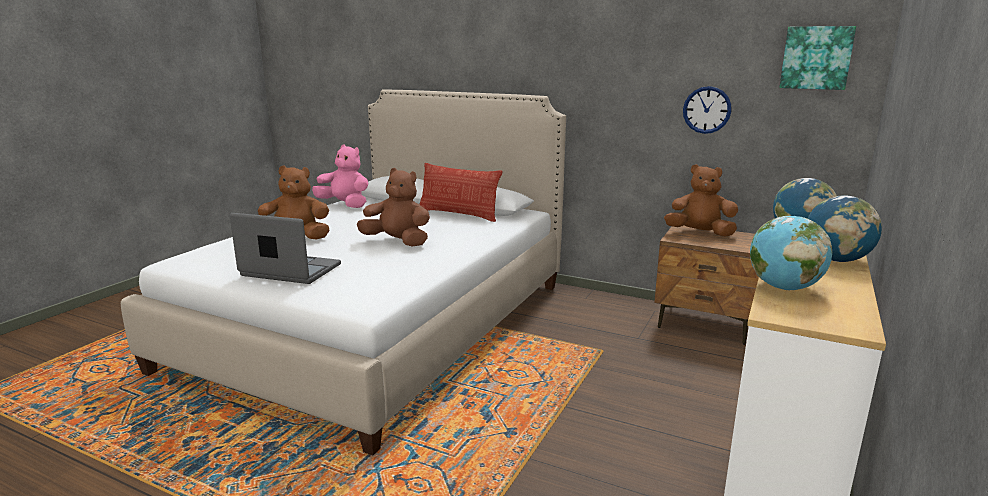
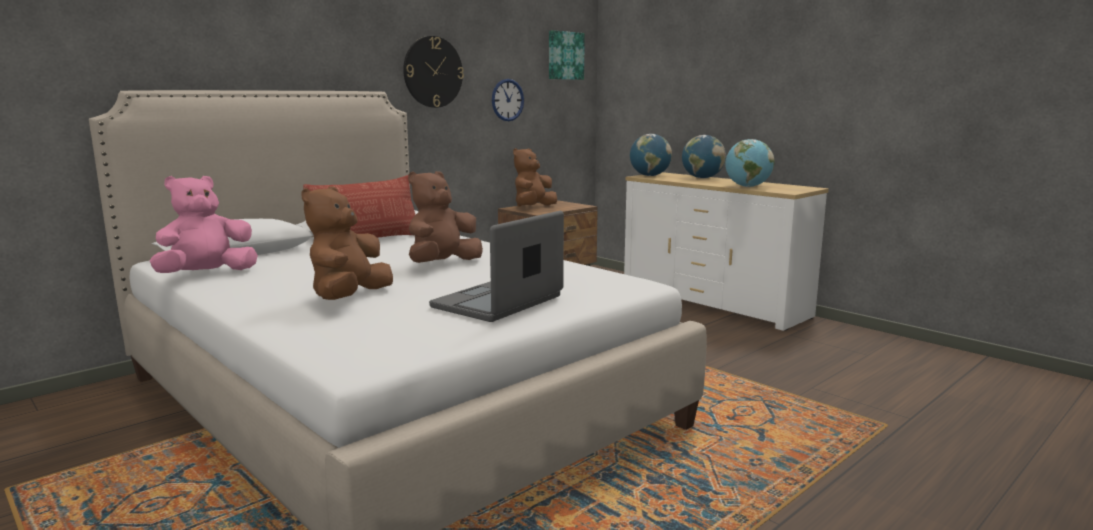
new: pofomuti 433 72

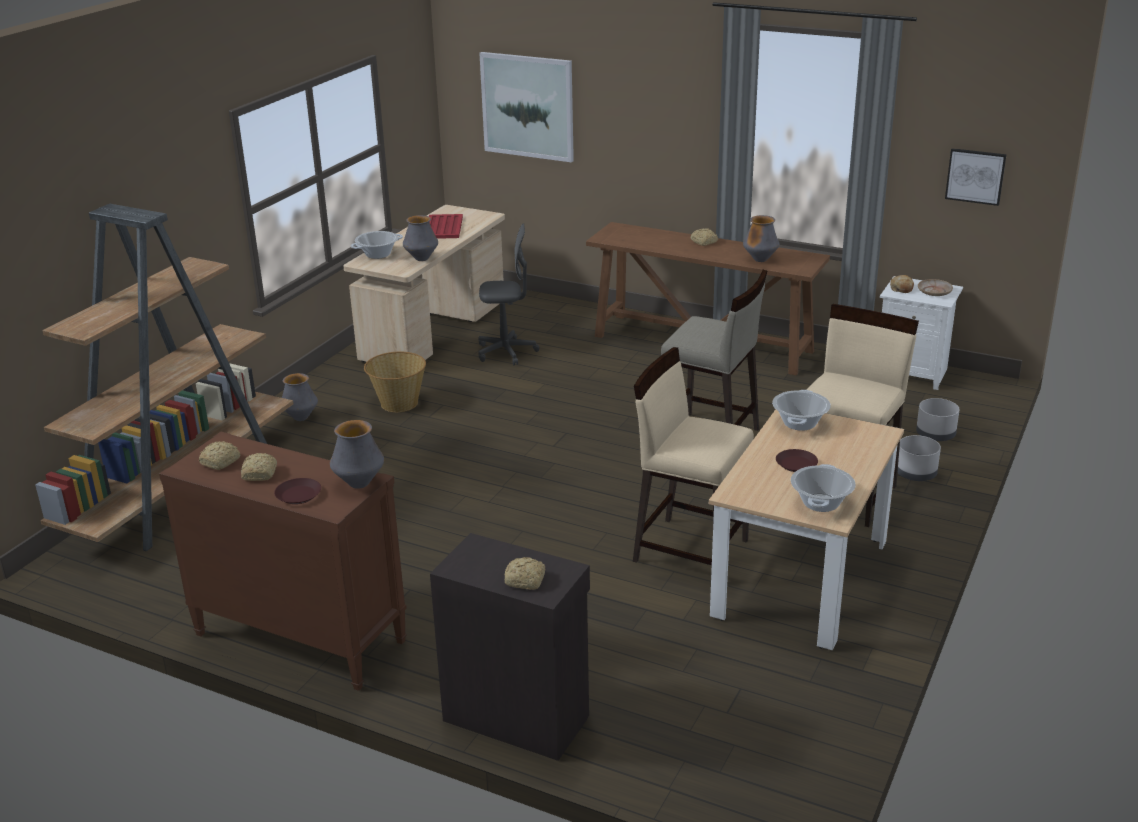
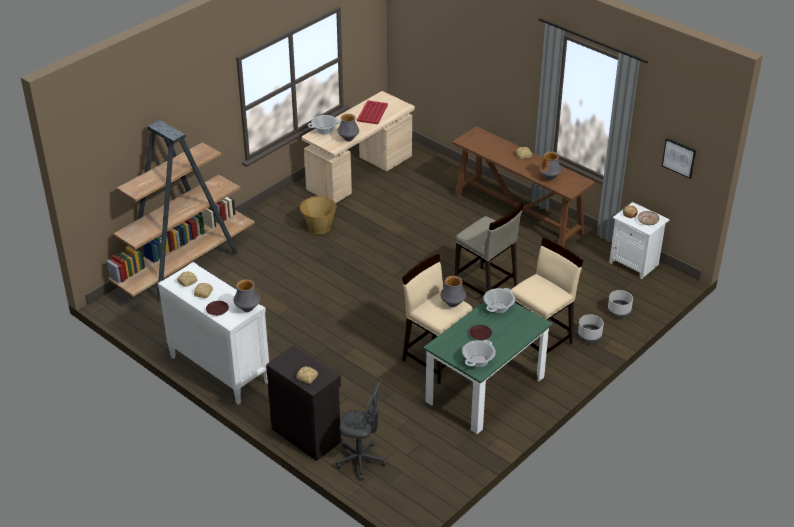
gone: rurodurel 526 107
shifted: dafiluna 300 397 to 453 291; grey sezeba 508 294 to 361 431
repainted: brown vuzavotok 283 561 to white vuzavotok 213 333; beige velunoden 806 530 to green velunoden 488 368

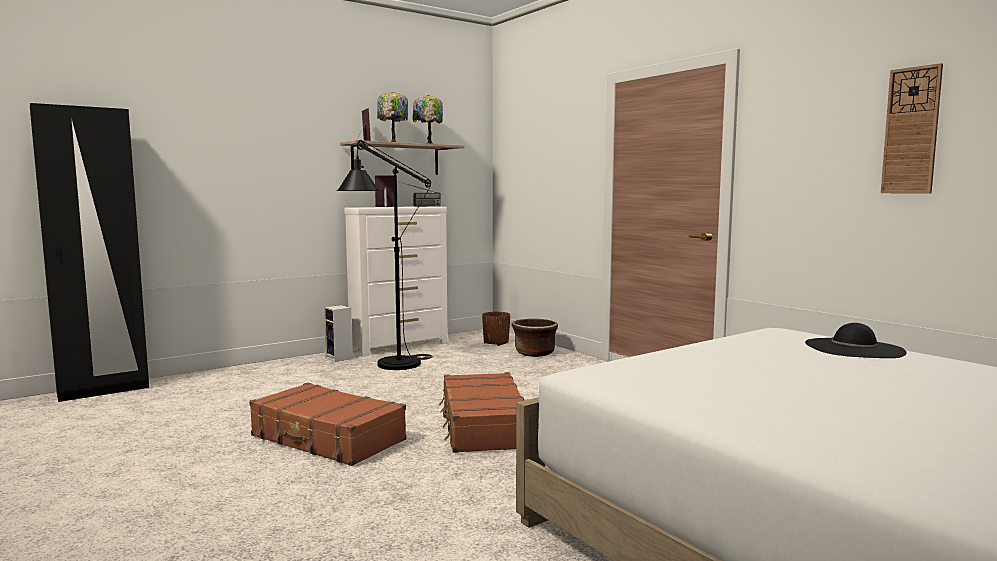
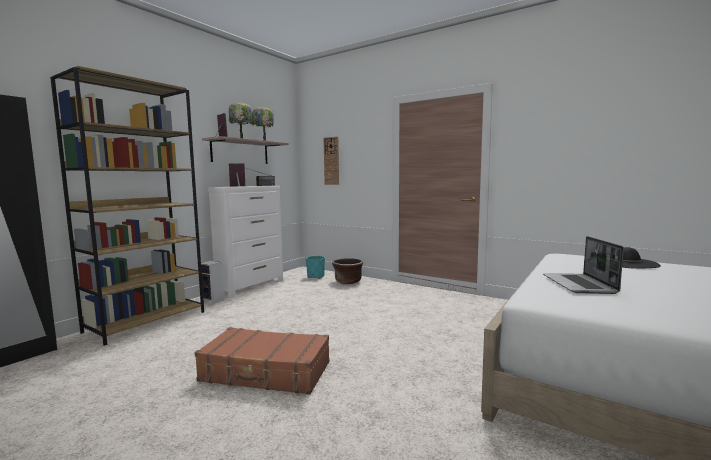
gone: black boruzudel 384 255; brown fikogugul 481 412
new: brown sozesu 127 206; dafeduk 583 265
shifted: pofomuti 912 128 to 331 161
repainted: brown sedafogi 496 329 to turquoise sedafogi 315 267

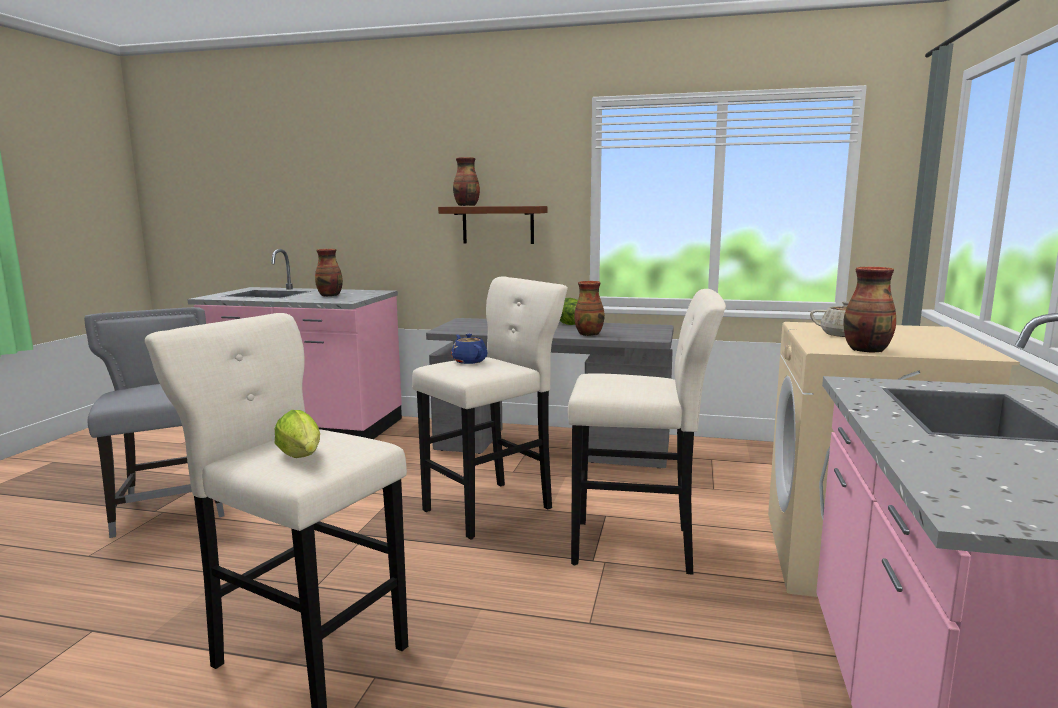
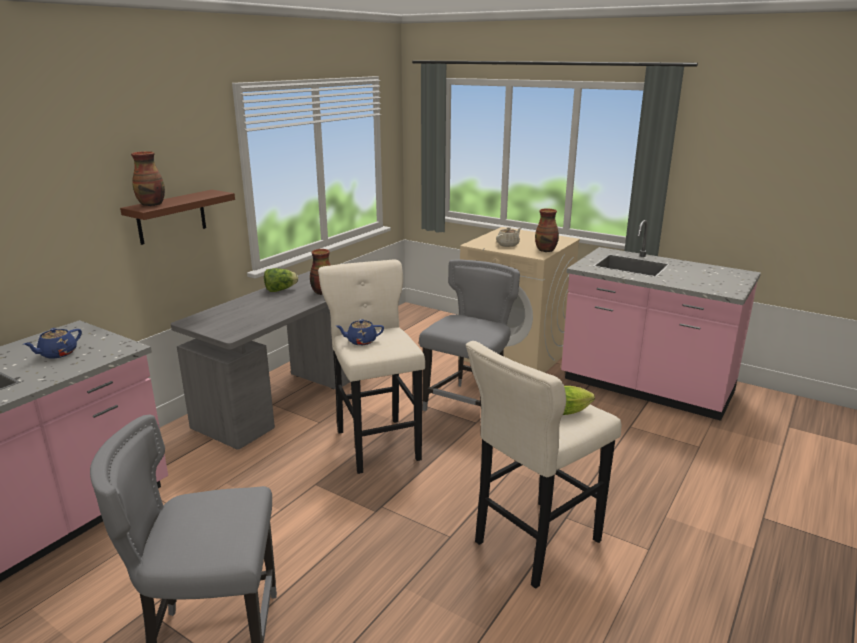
swapped: dafiluna 329 272 to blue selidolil 53 343; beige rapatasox 647 432 to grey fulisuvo 469 335

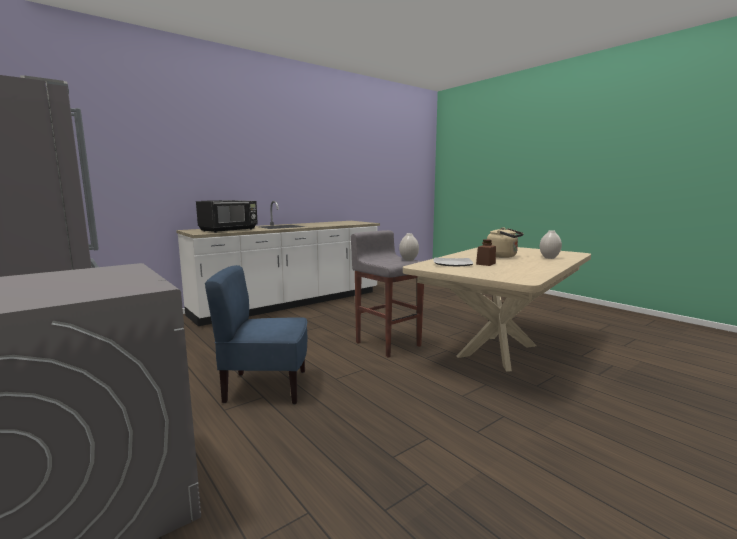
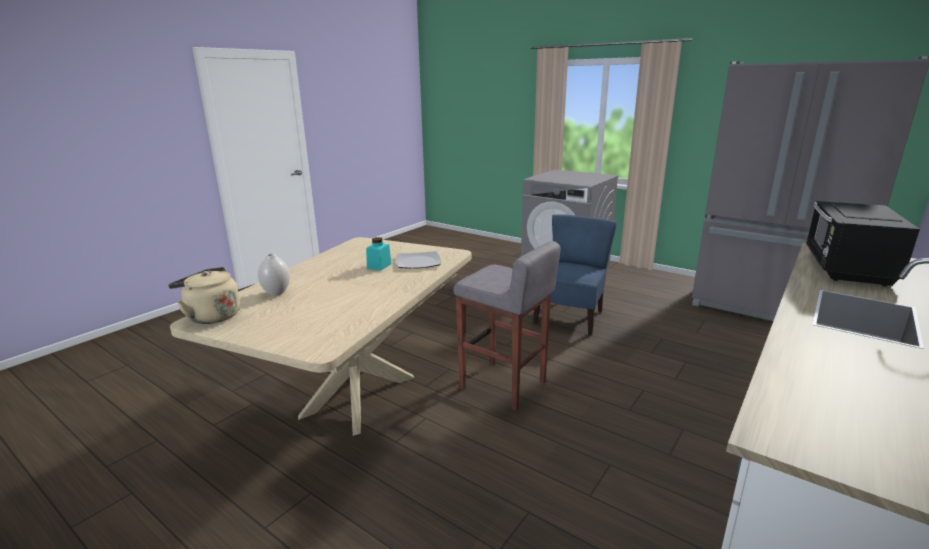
gone: white dafiluna 409 247
shifted: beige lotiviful 505 242 to 204 295
repainted: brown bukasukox 486 252 to turquoise bukasukox 378 254
rotated: blue fulisuvo 256 334 = 575 275 45 degrees counterclockwise

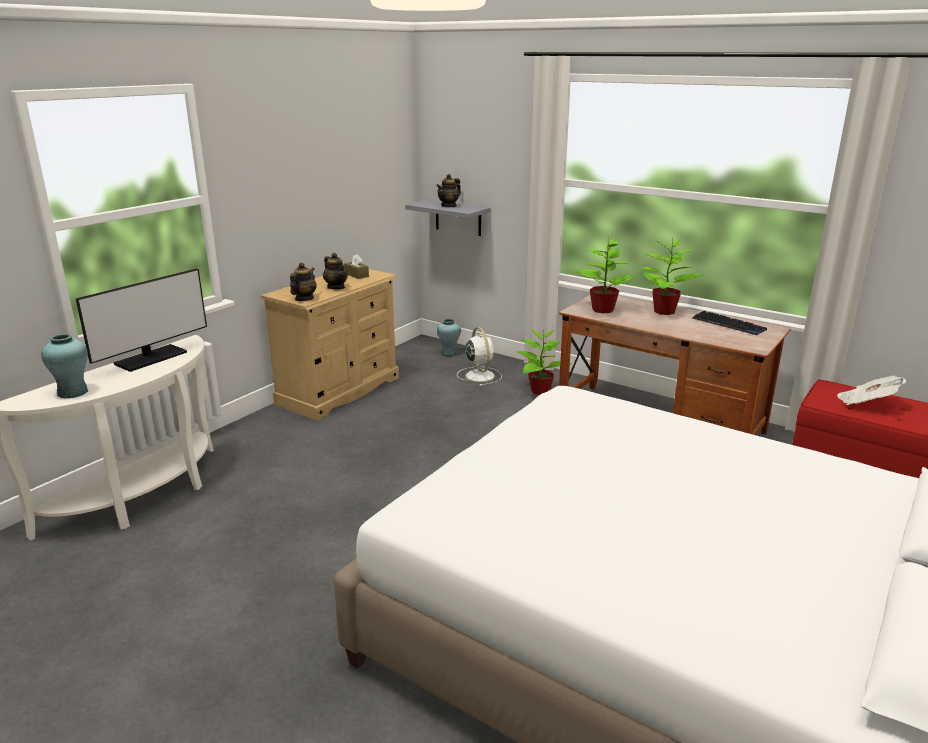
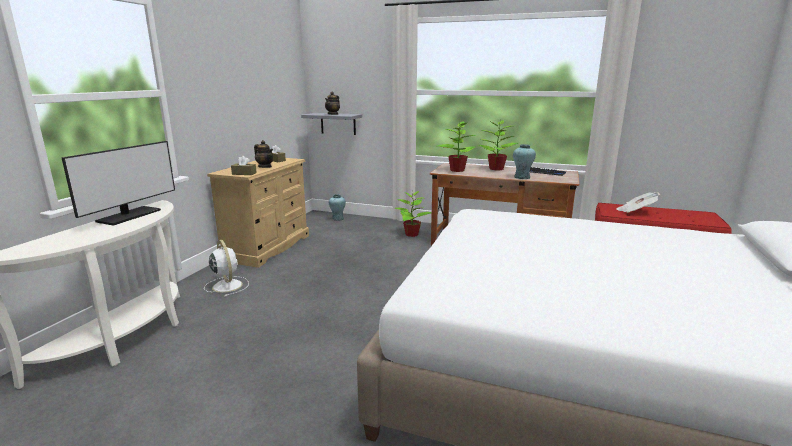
shifted: turquoise dafiluna 64 366 to 524 161; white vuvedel 479 356 to 226 268
swapped: selidolil 303 282 to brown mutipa 244 165

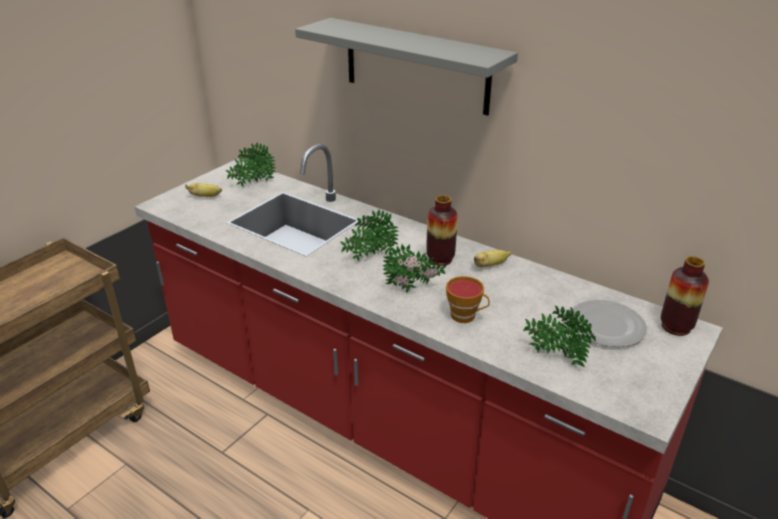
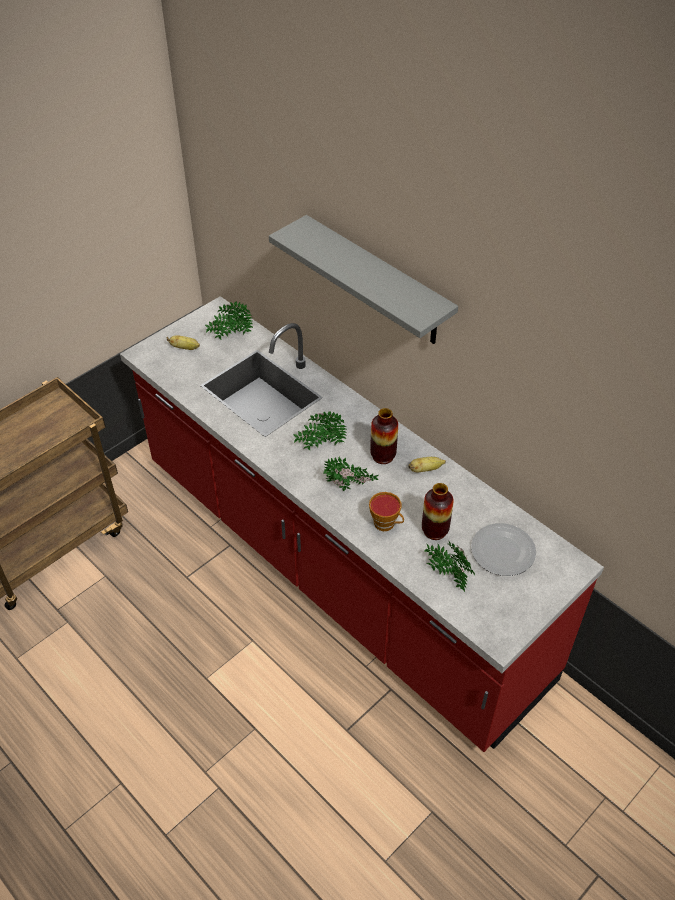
shifted: dafiluna 685 296 to 438 511

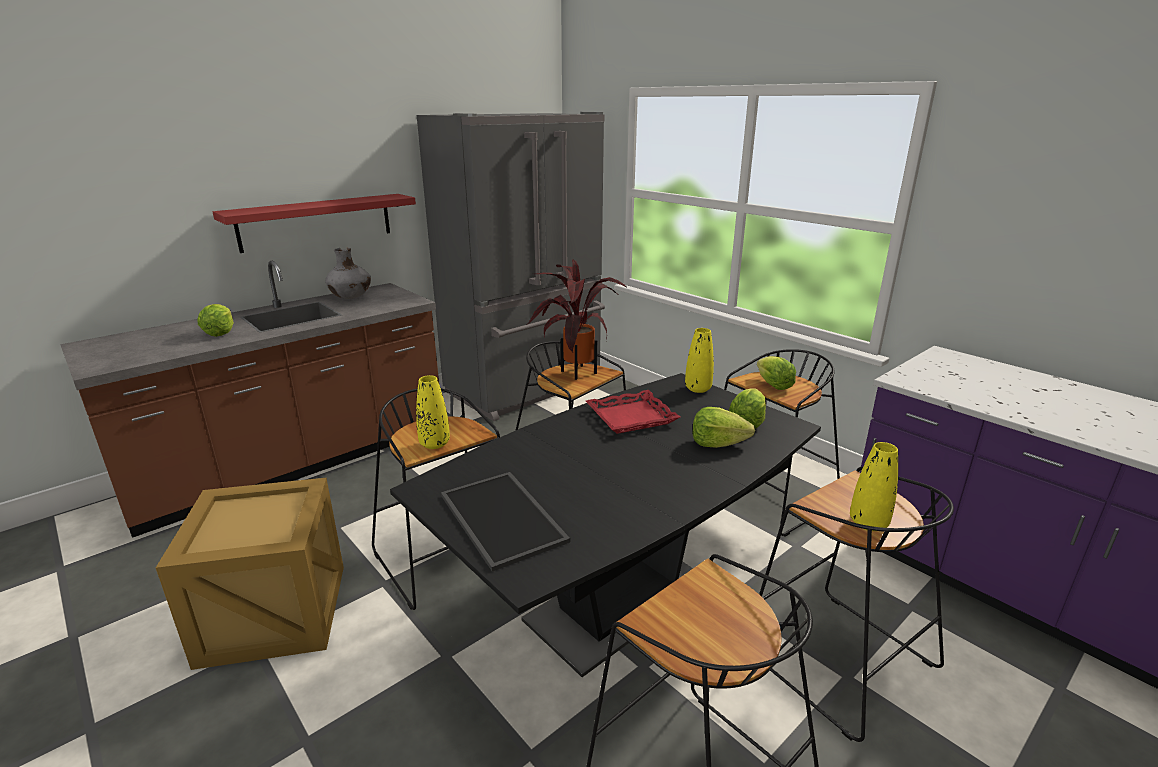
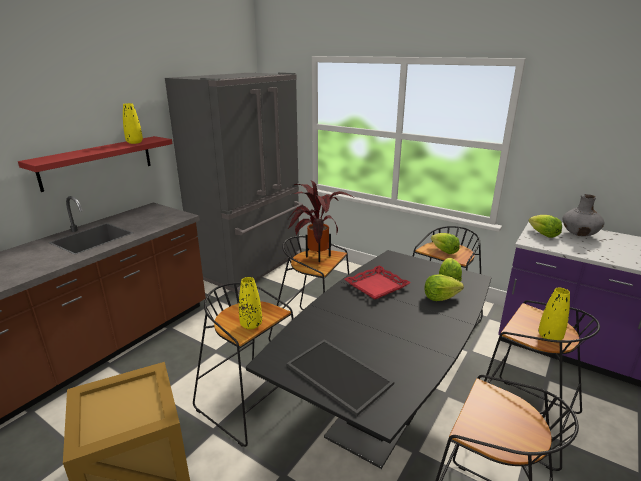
shifted: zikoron 215 320 to 545 226; grey dafiluna 348 273 to 583 215; yellow dafiluna 699 360 to 133 123

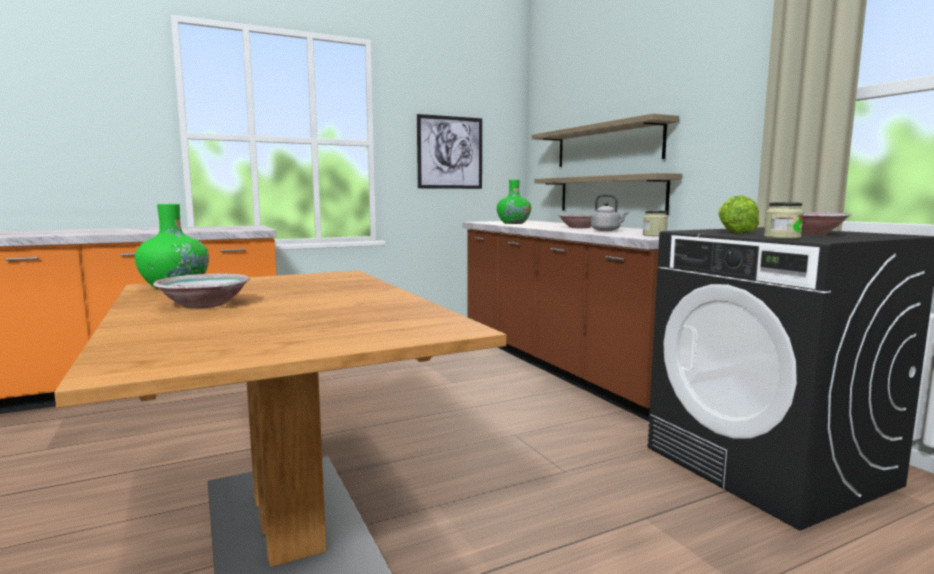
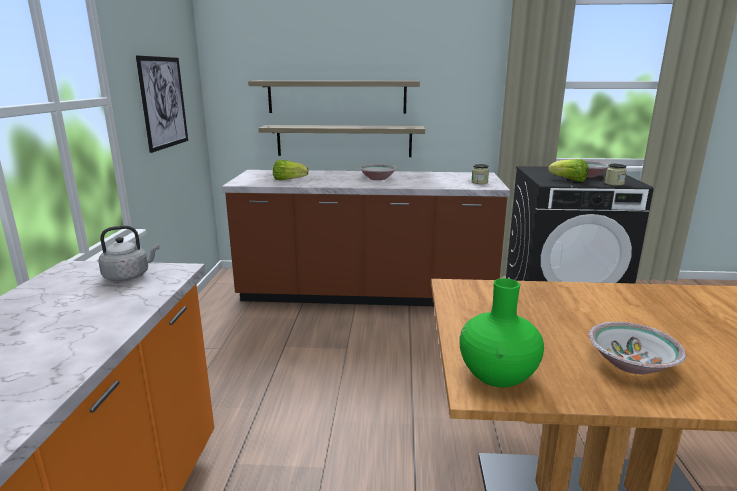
shifted: grey lotiviful 610 212 to 128 253
swapped: green dafiluna 514 202 to zikoron 291 170

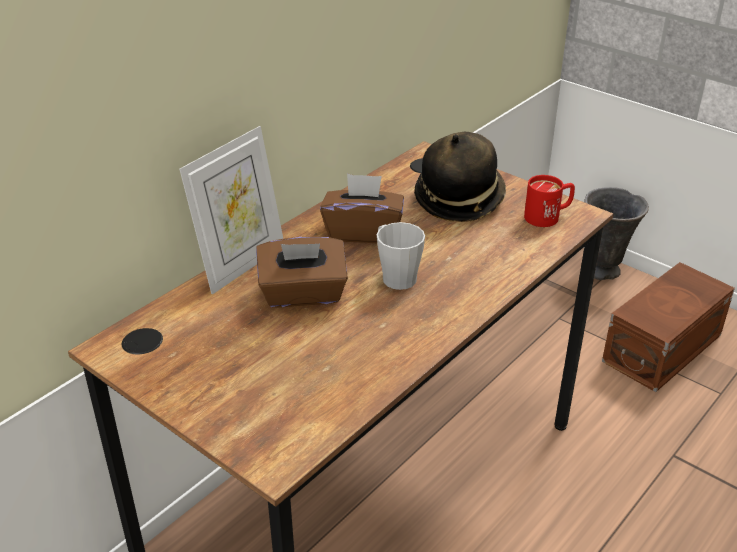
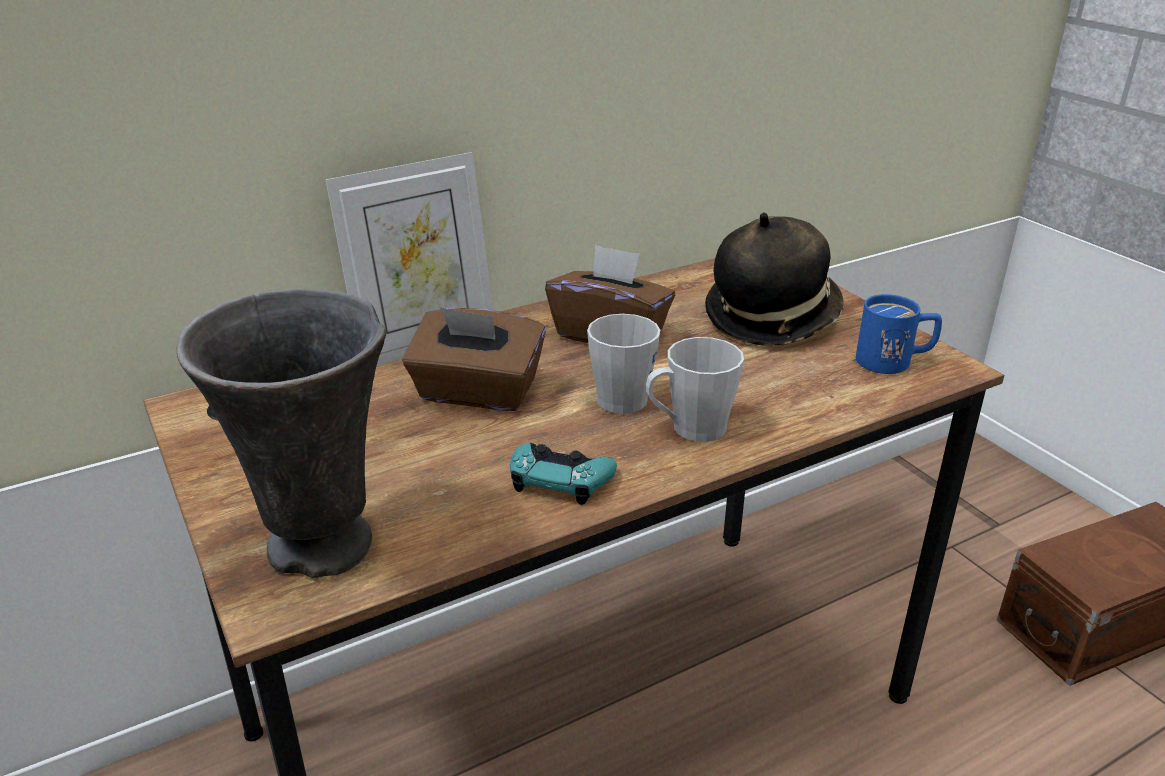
new: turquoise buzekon 563 473; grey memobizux 695 389
shifted: grey dafiluna 617 233 to 281 433
repainted: red memobizux 549 201 to blue memobizux 899 334

